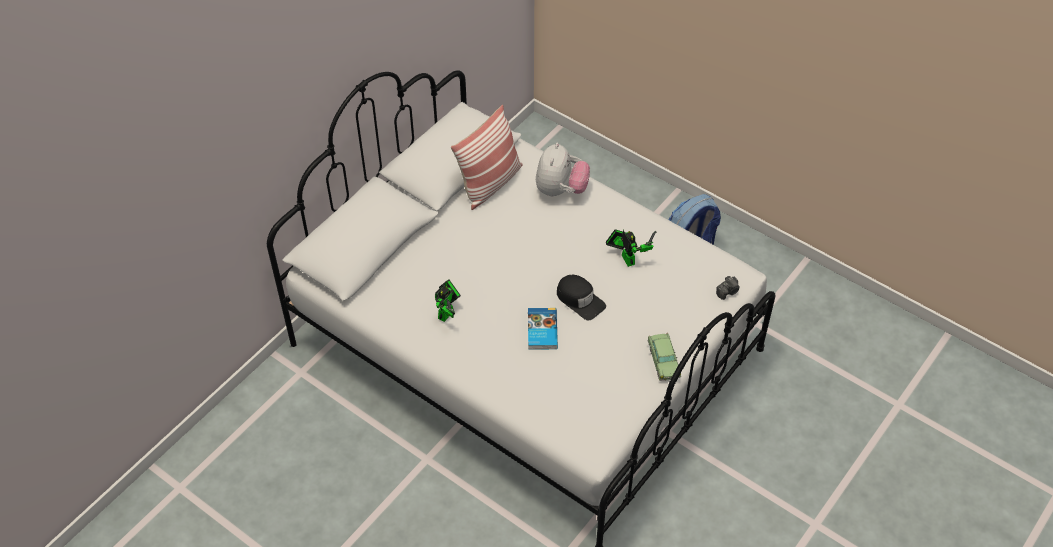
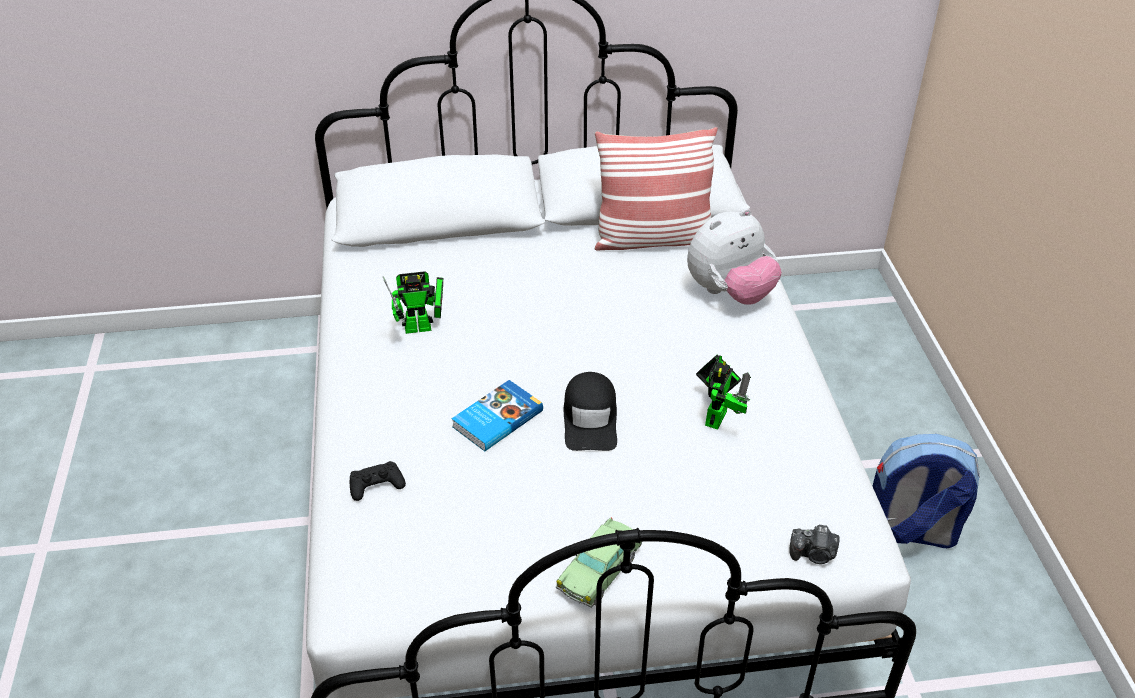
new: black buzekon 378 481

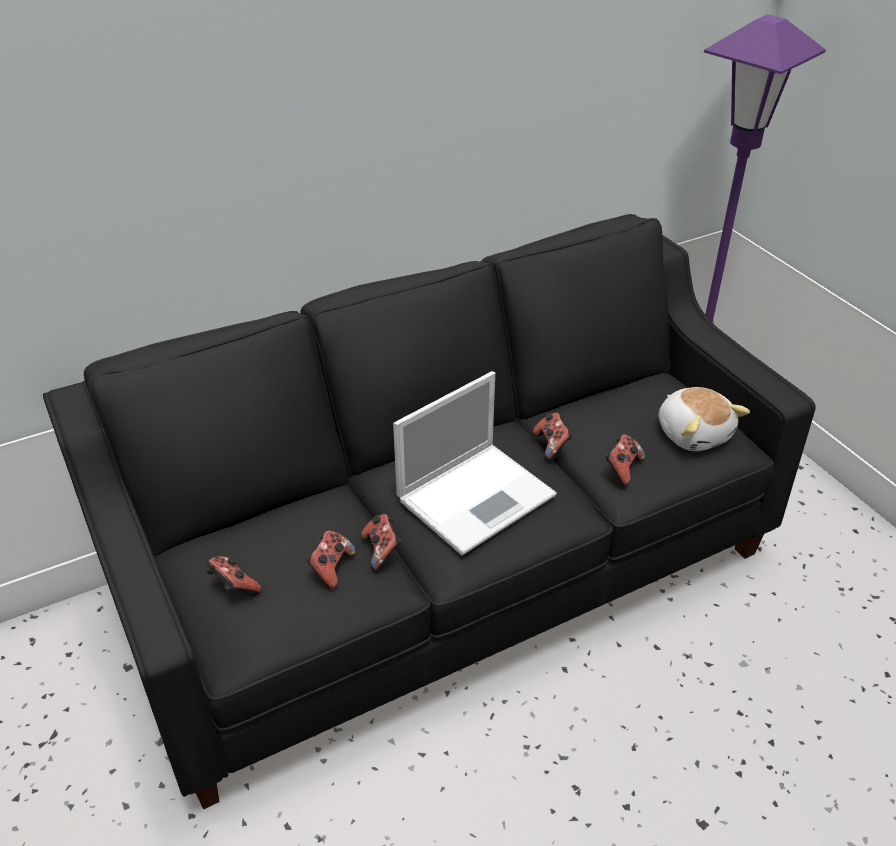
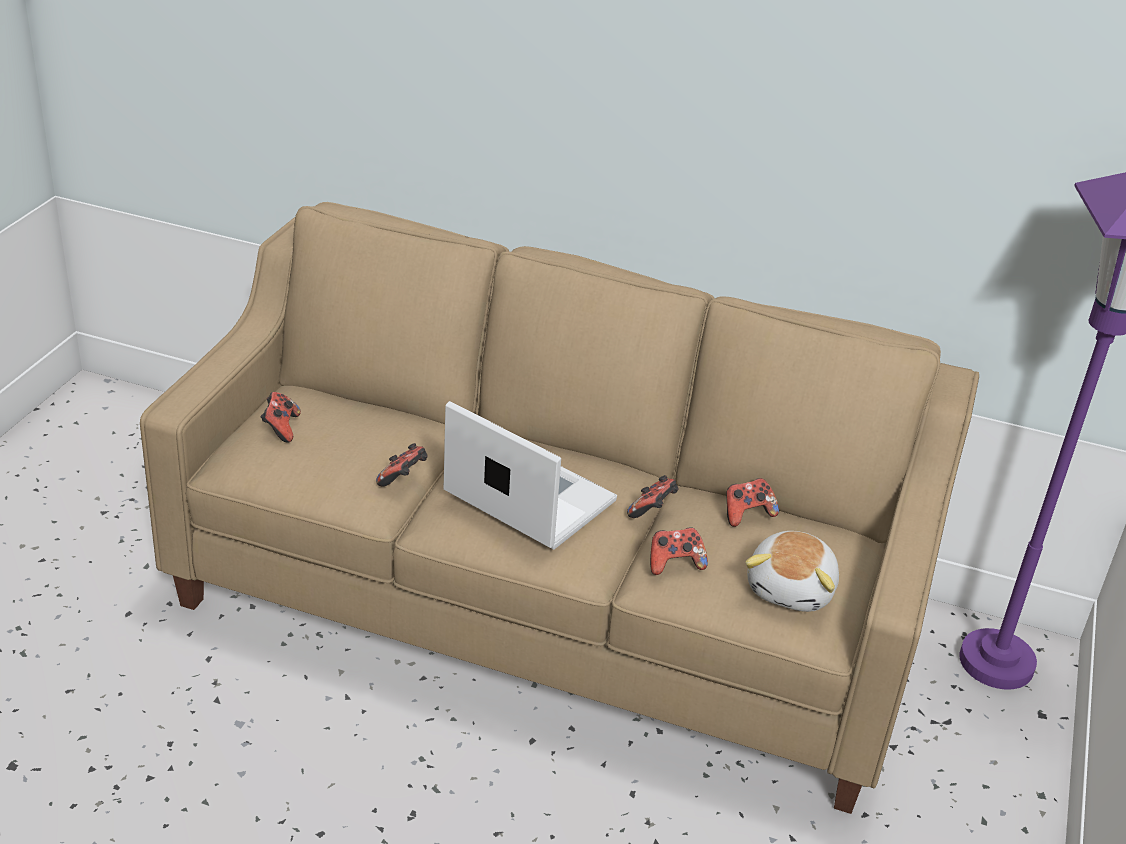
shifted: buzekon 331 560 to 752 502
repainted: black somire 429 511 to beige somire 559 508
rotated: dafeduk 475 463 = 530 475 150 degrees counterclockwise

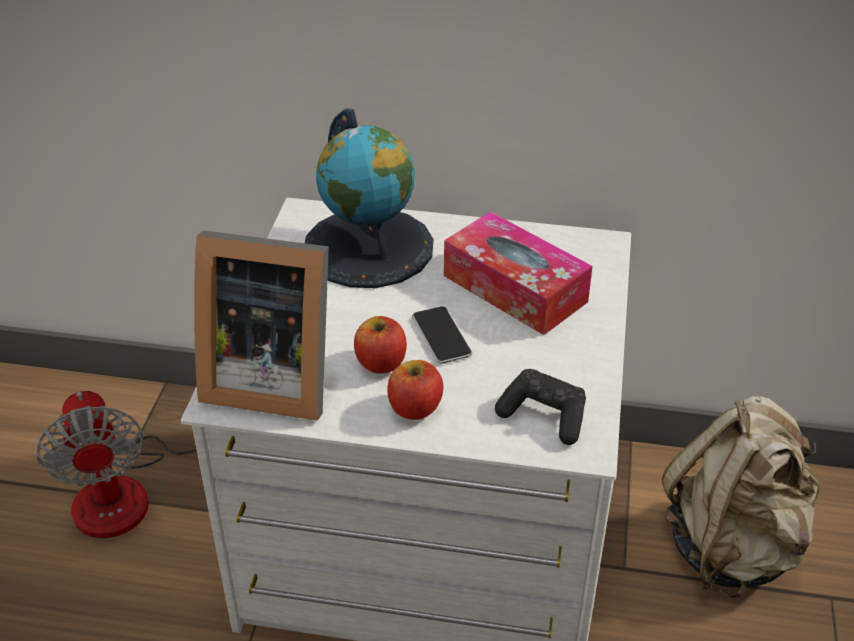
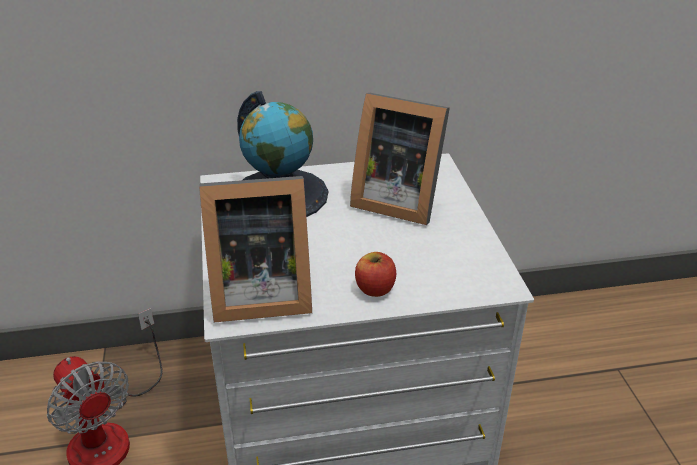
gone: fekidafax 380 345; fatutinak 442 335; black buzekon 540 407; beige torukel 741 497
swapped: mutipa 518 273 to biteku 400 159

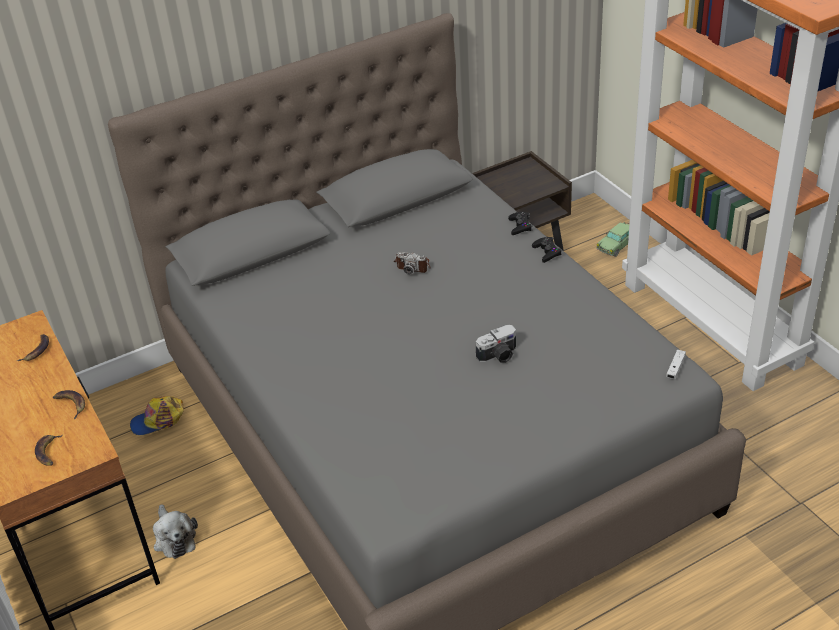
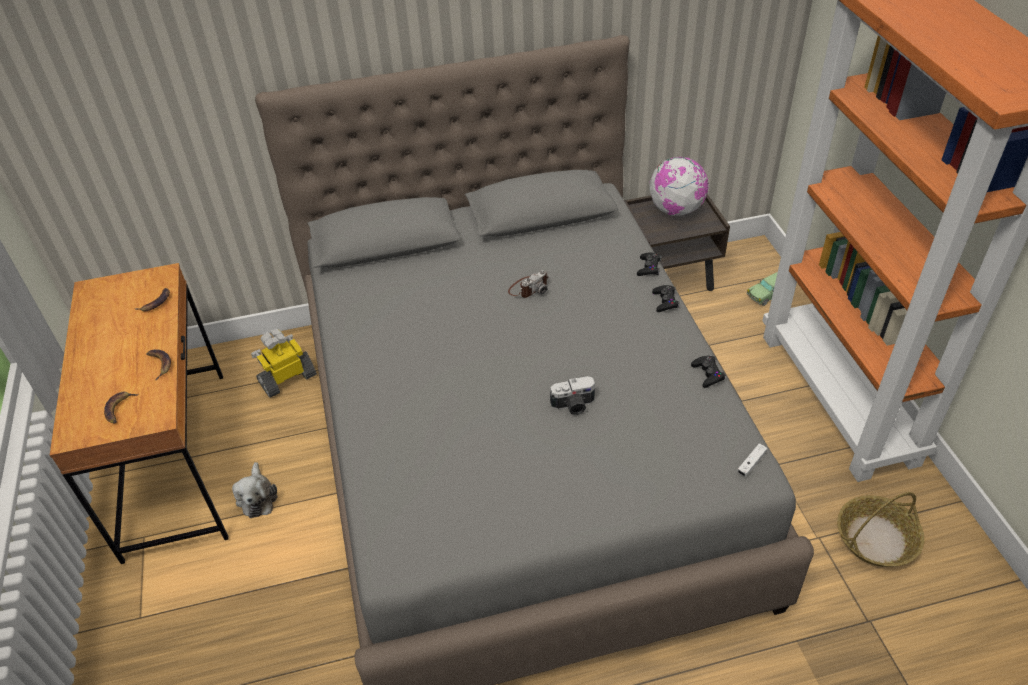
new: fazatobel 679 186; black buzekon 708 372; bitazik 881 529
swapped: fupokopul 157 415 to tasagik 284 363
rotated: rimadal 412 263 = 528 284 75 degrees counterclockwise

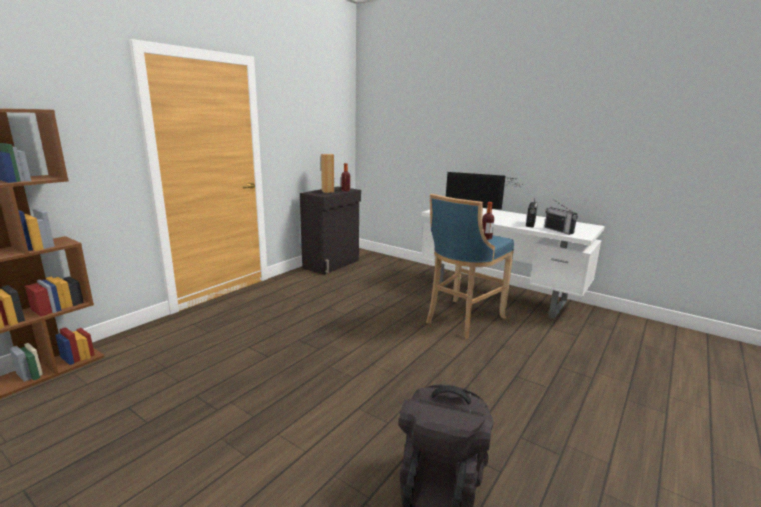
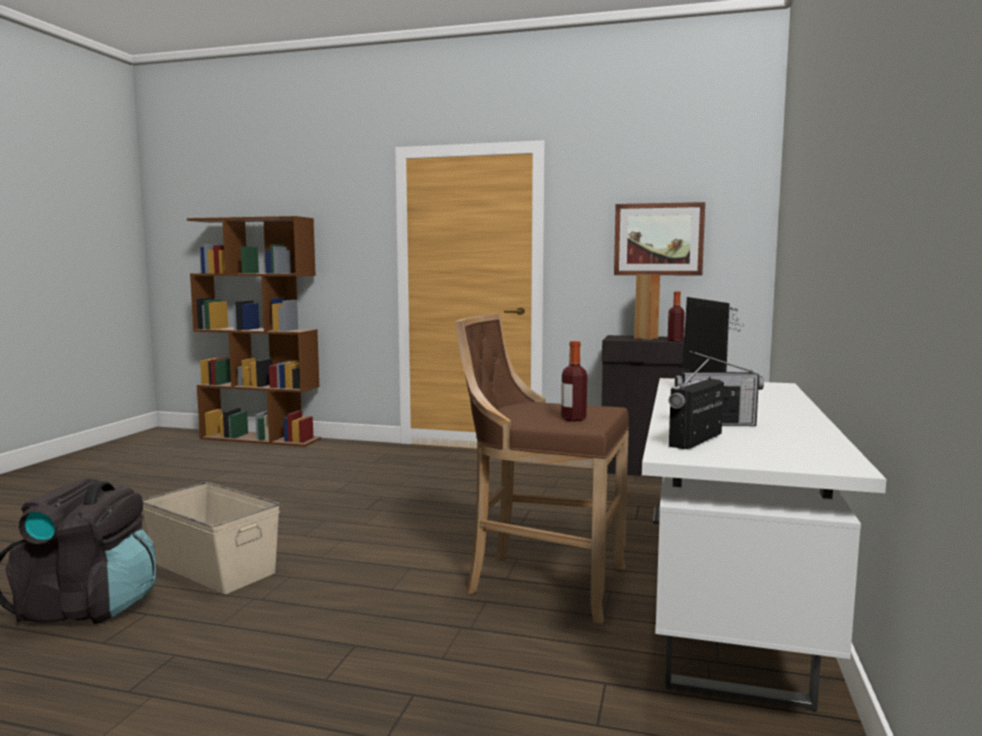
new: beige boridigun 211 538; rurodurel 659 238
repainted: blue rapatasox 470 266 to brown rapatasox 542 469

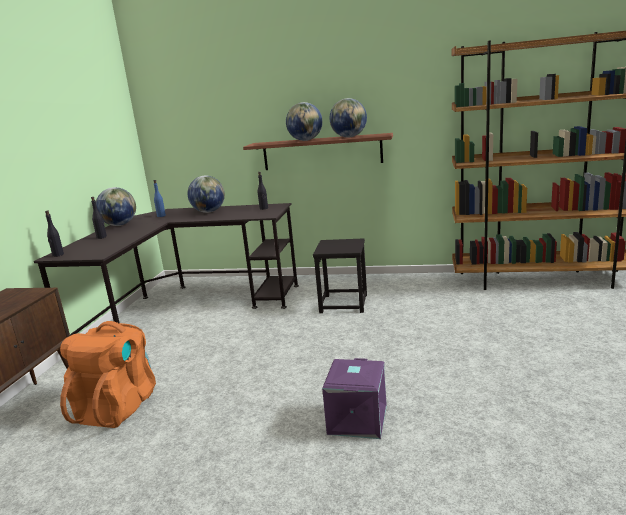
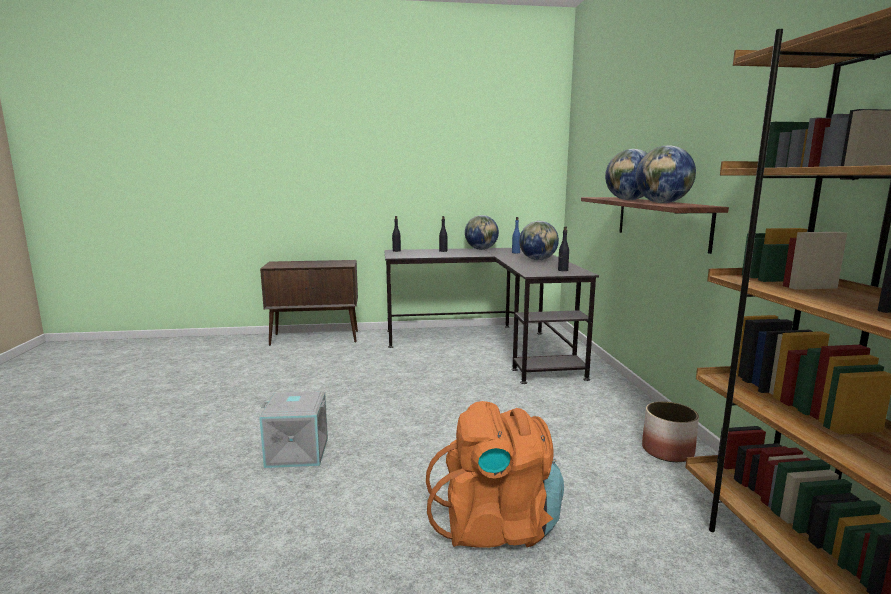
gone: black rapatasox 340 275
new: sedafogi 670 431
shifted: orange torukel 108 374 to 495 474
repainted: purple boridigun 354 398 to grey boridigun 293 429

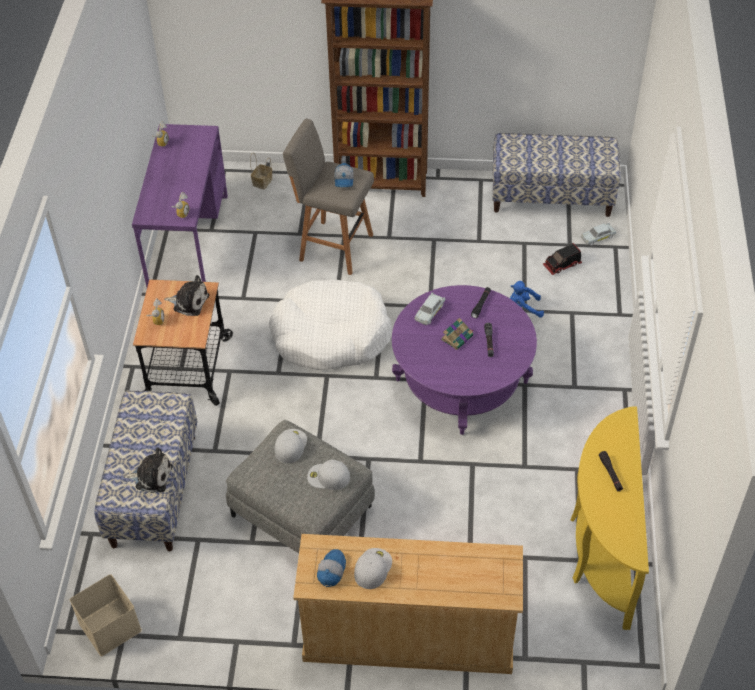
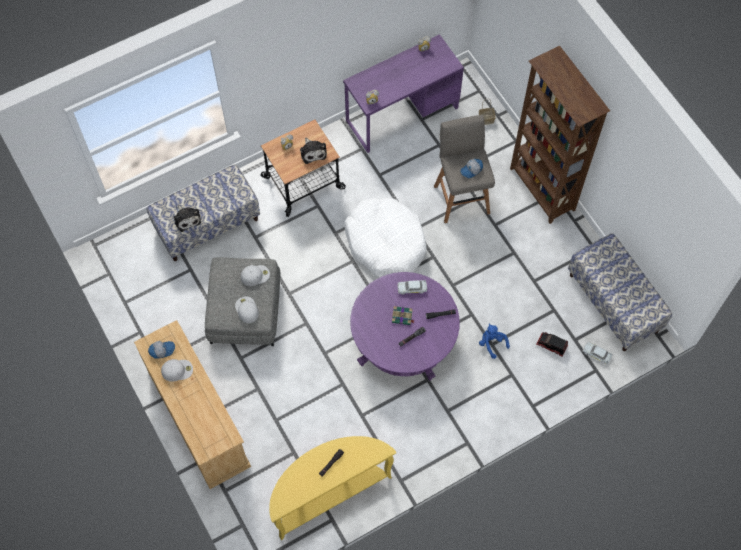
gone: beige boridigun 106 615

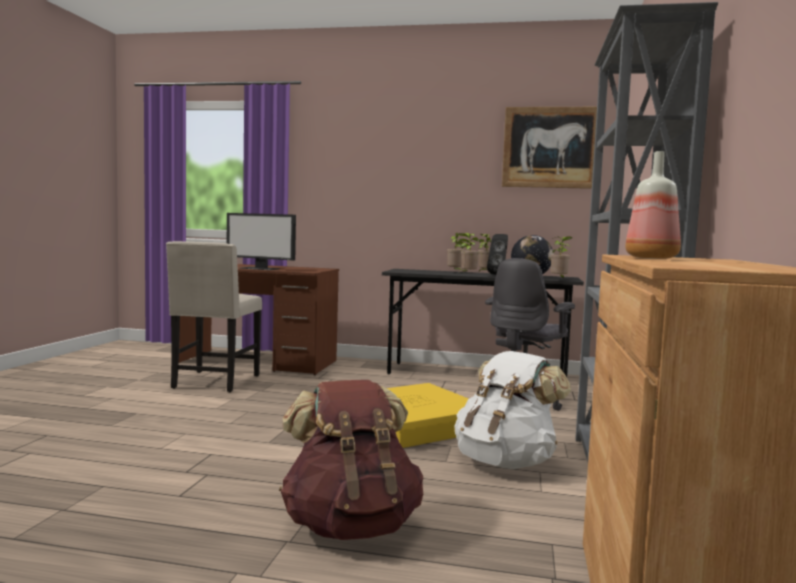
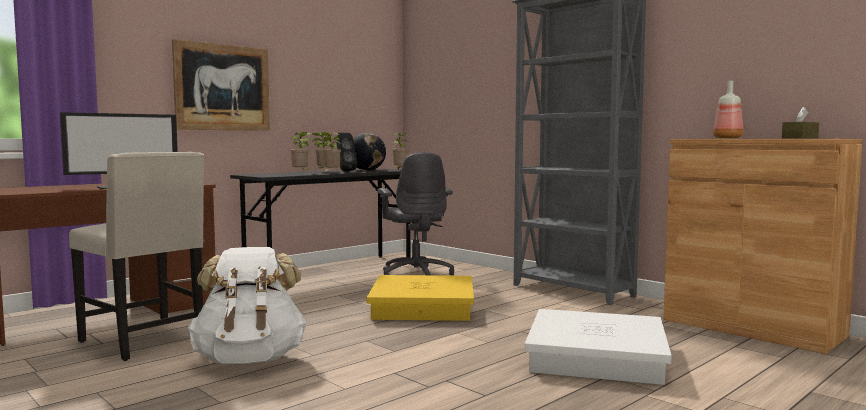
new: brown mutipa 800 122
shifted: white torukel 512 410 to 247 305; rurodurel 549 148 to 221 85
swapped: brown torukel 351 460 to white boridigun 598 347

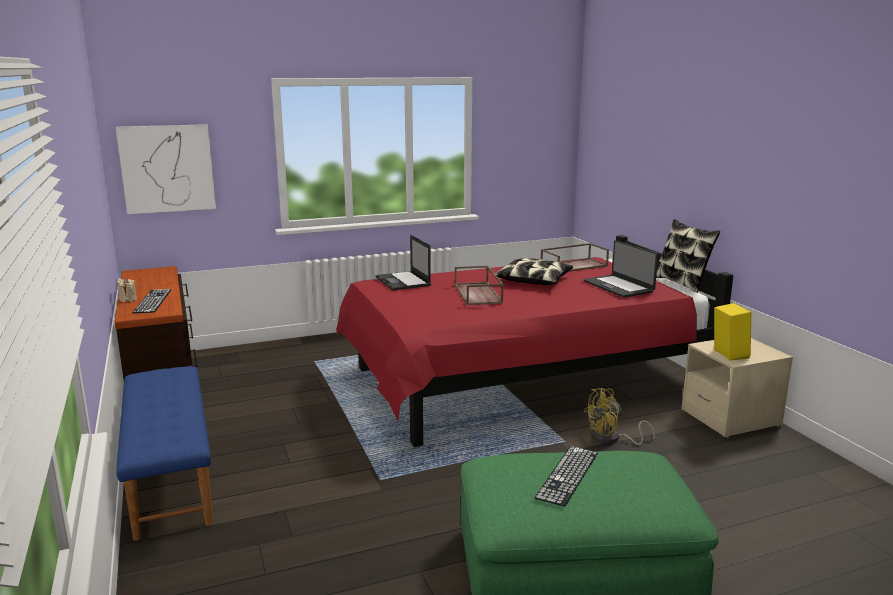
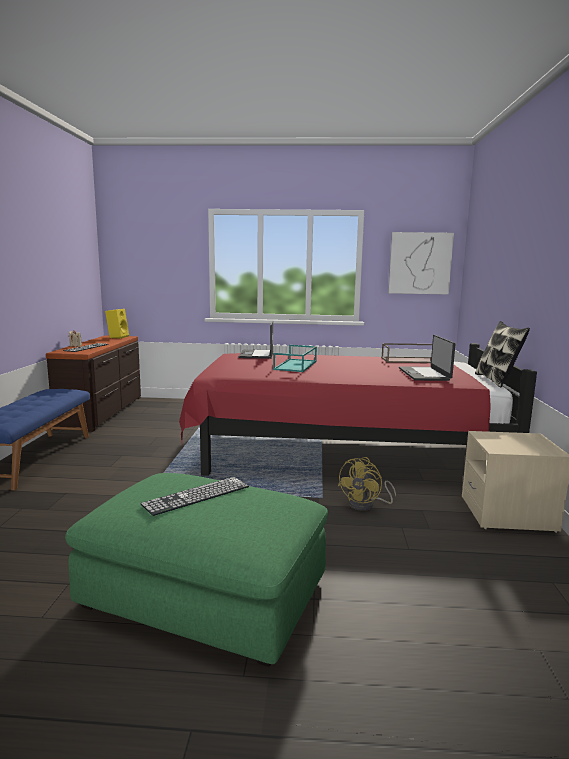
gone: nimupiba 534 271
shifted: rurodurel 166 169 to 421 263; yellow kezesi 732 331 to 117 324
repainted: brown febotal 479 285 to turquoise febotal 295 358
rotated: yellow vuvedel 619 416 = 367 484 60 degrees counterclockwise

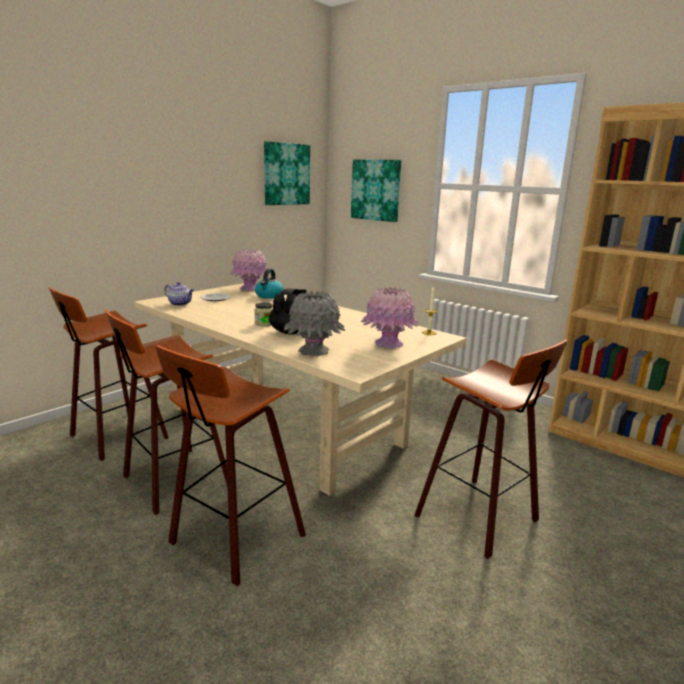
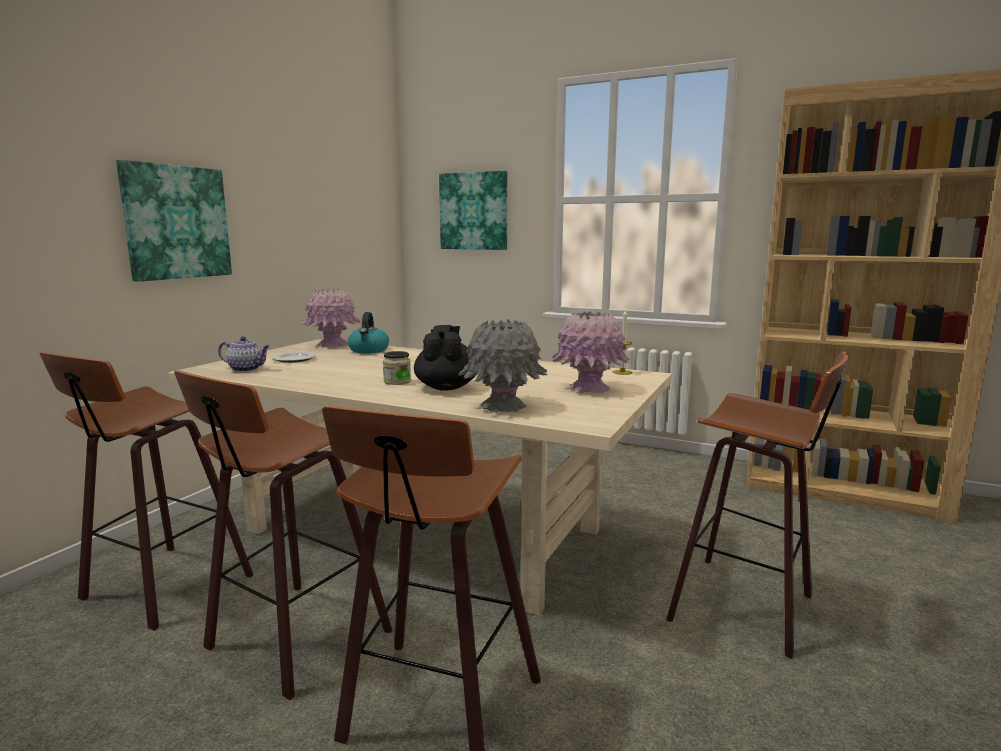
shifted: rurodurel 287 173 to 174 221

